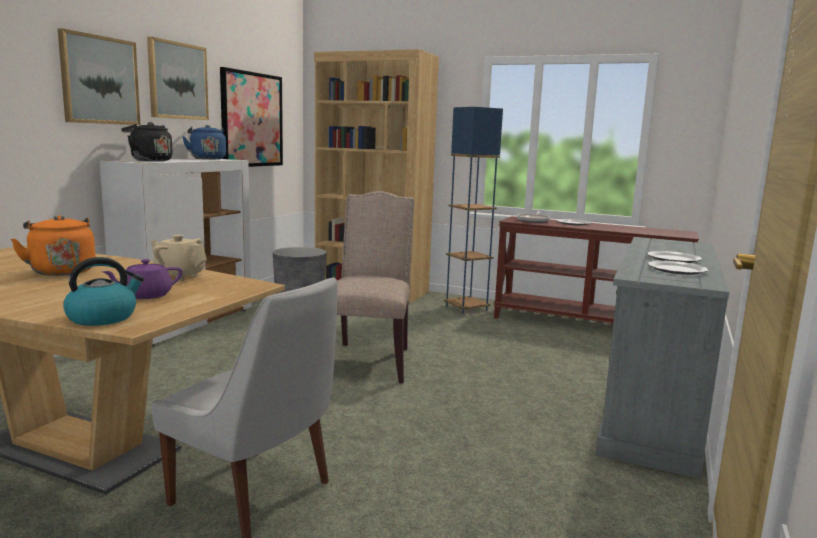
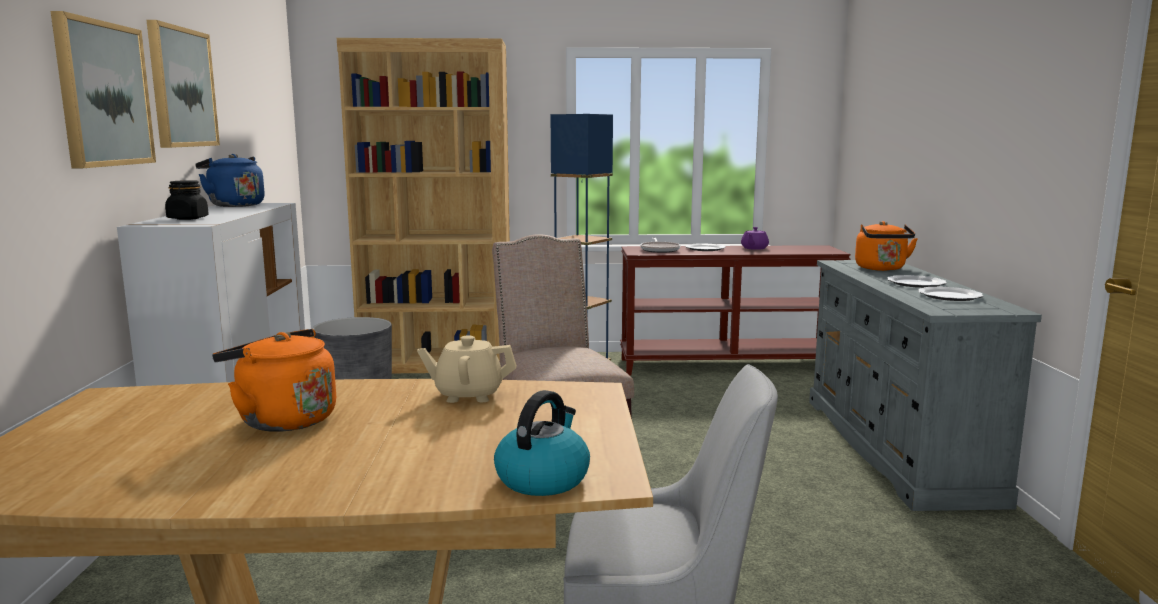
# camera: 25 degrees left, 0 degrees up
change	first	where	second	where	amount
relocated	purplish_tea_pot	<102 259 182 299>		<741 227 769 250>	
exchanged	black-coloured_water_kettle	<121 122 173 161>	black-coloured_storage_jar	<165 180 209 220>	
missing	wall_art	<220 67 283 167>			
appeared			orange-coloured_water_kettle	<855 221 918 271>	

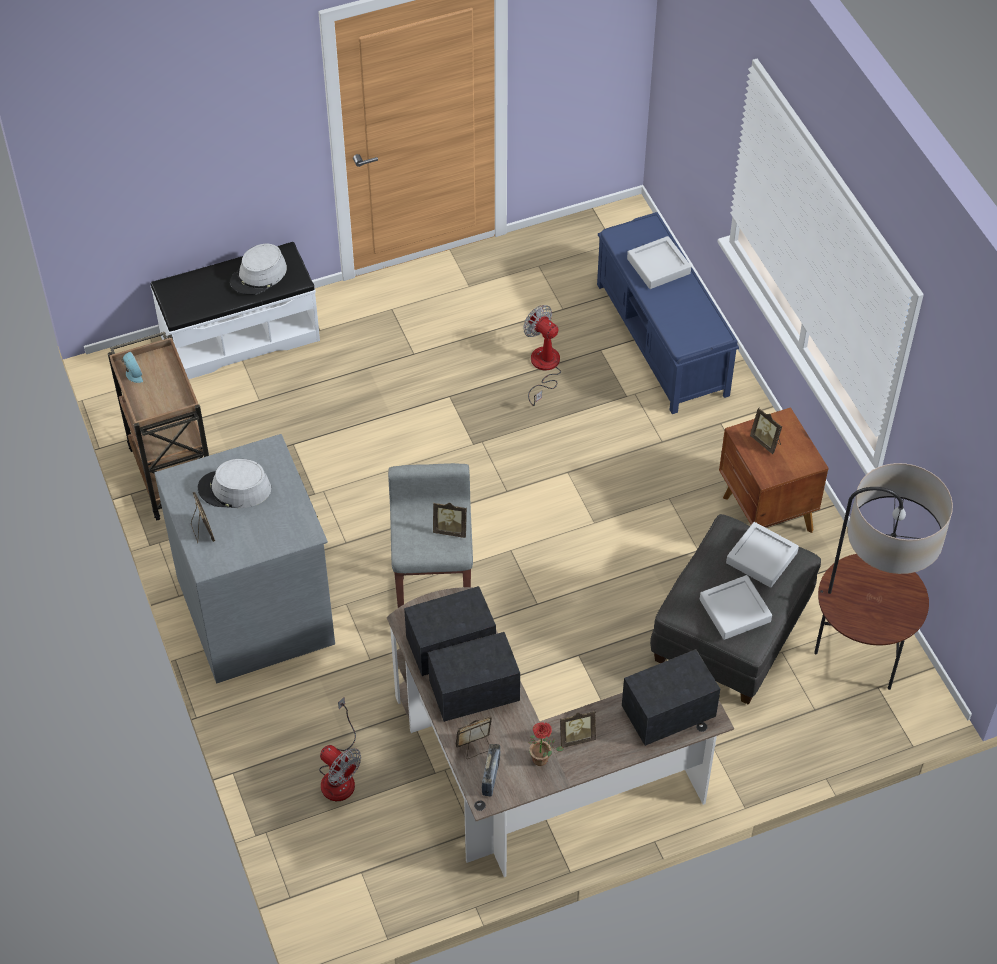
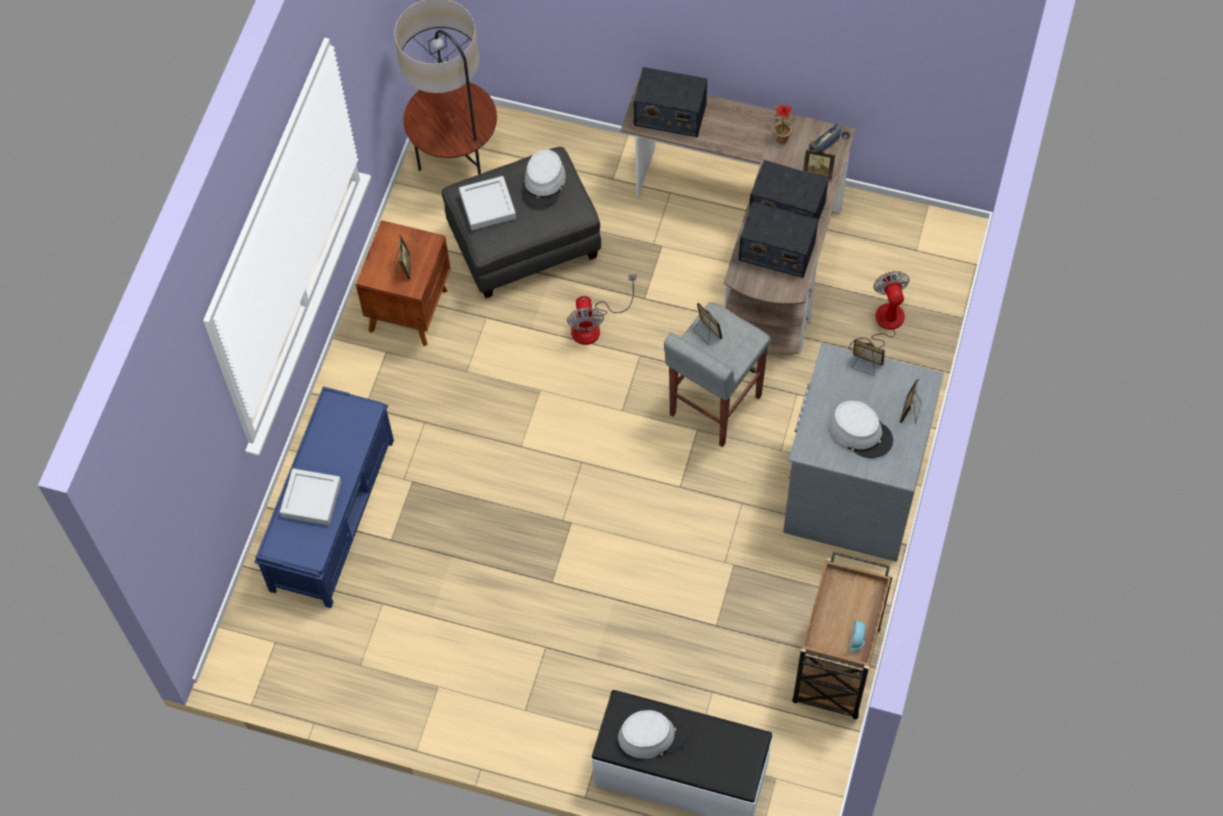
# camera: 140 degrees left, 10 degrees up
change	first	where	second	where	amount
relocated	cooling_fan	<523 305 561 406>		<567 274 636 345>	
relocated	photo_frame	<560 711 596 748>		<852 339 885 376>	
exchanged	gray_serving_tray	<700 575 772 640>	gray_hat	<521 150 566 208>	

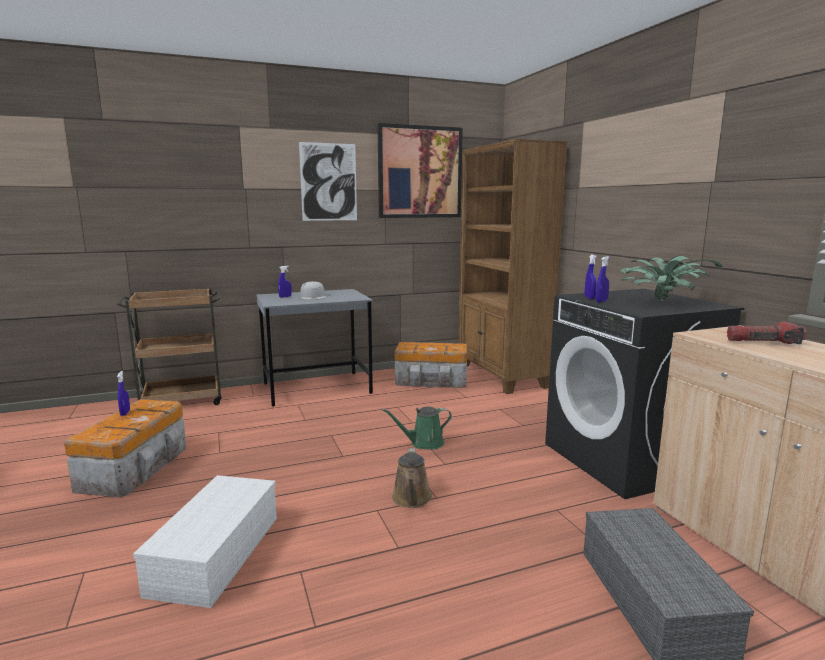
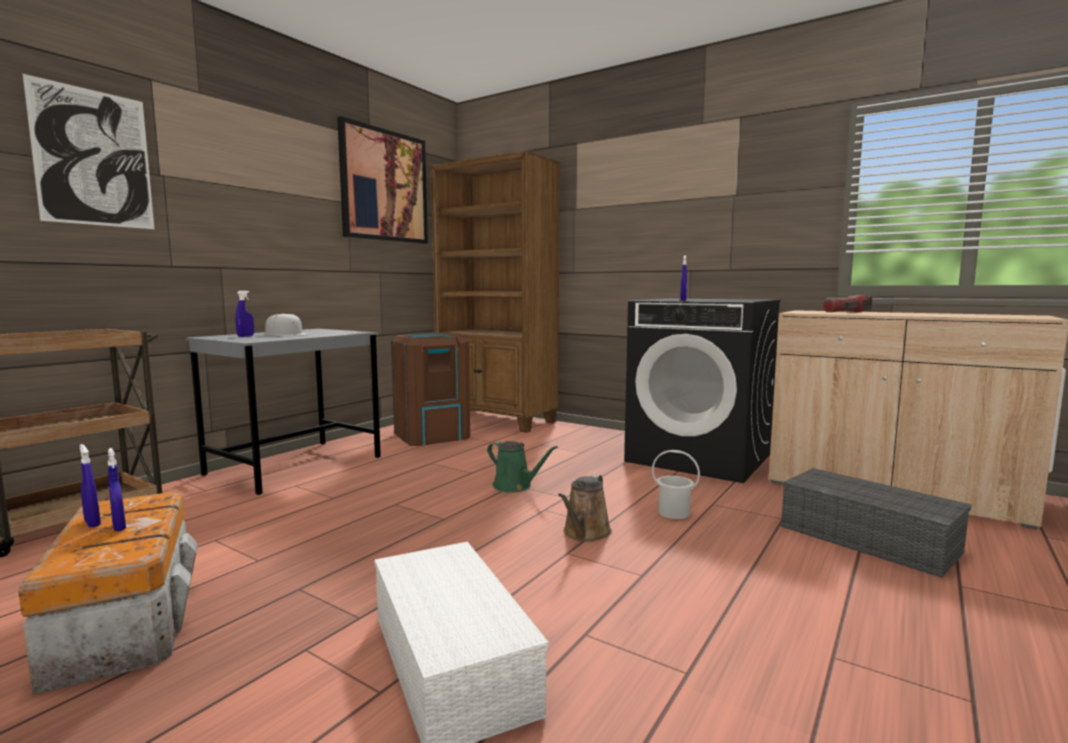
# camera: 35 degrees left, 5 degrees down
change	first	where	second	where	amount
relocated	wall_art	<299 142 357 221>		<23 74 154 229>	
spun	greenish_watering_can	<382 406 452 450>		<487 441 558 493>	90 degrees counterclockwise
spun	brown_watering_can	<392 448 432 508>		<558 474 612 542>	60 degrees clockwise
exchanged	storage_box	<394 342 467 388>	brown_waste_bin	<391 333 470 446>	
relocated	blue_sprayer	<585 255 597 299>		<108 448 126 531>	
missing	plant_in_a_pot	<620 256 723 303>			
appeared			white_pail	<652 450 700 519>	

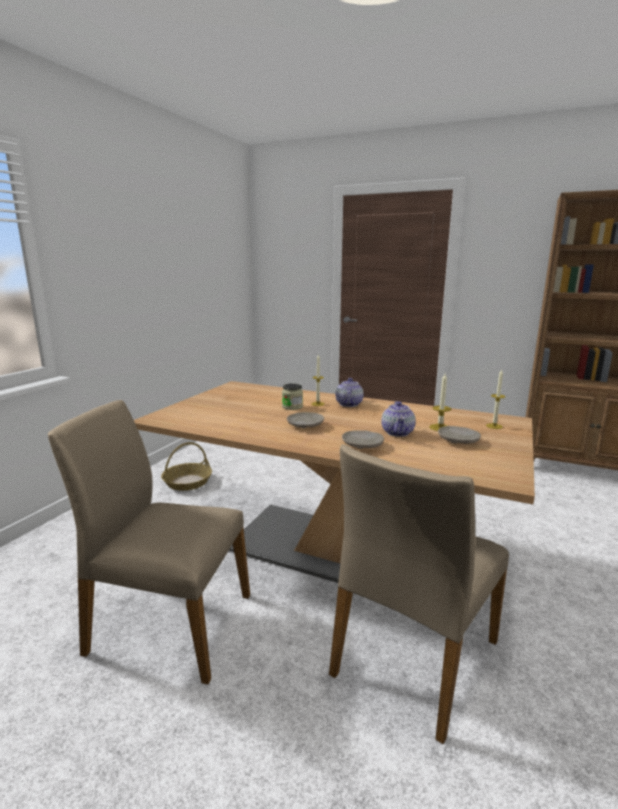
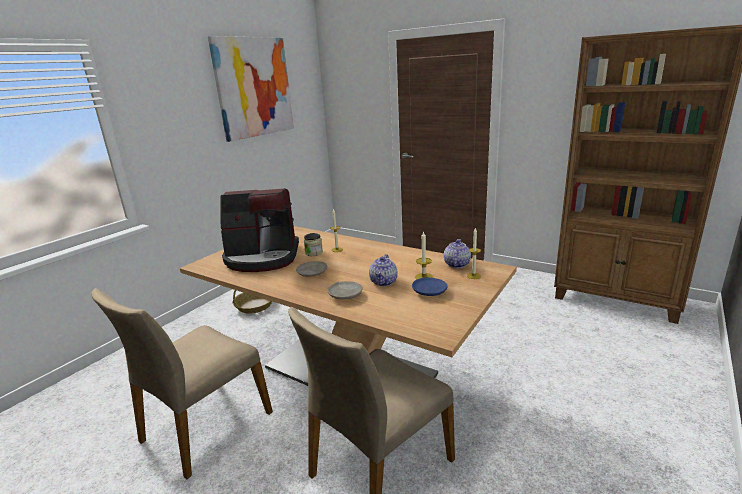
# camera: 10 degrees right, 5 degrees up
change	first	where	second	where	amount
spun	sand-coloured_chair	<48 400 250 685>		<91 288 273 479>	75 degrees counterclockwise
relocated	tea_pot	<336 378 364 407>		<444 239 471 268>	
colour	sand-coloured_flat_dish	<438 426 481 444>	blue_flat_dish	<412 277 448 296>	
appeared			wall_art	<208 36 294 142>	
appeared			coffee_maker	<220 188 299 272>	

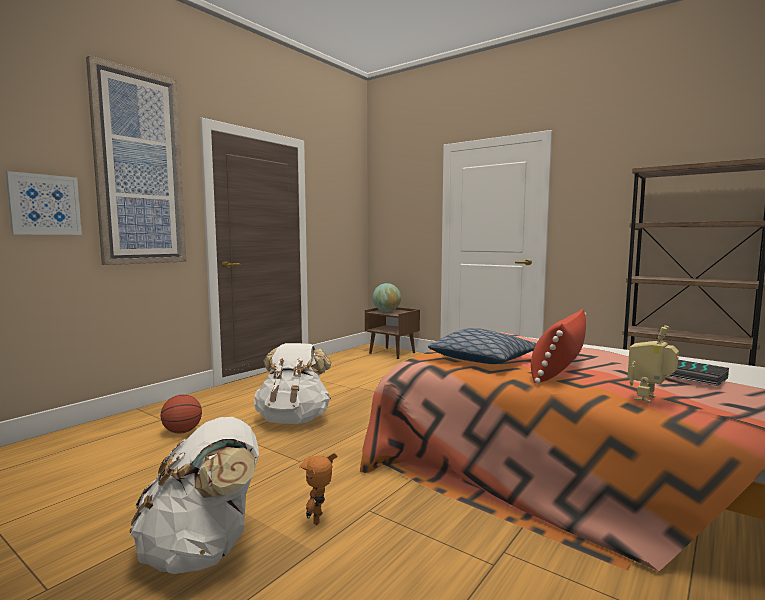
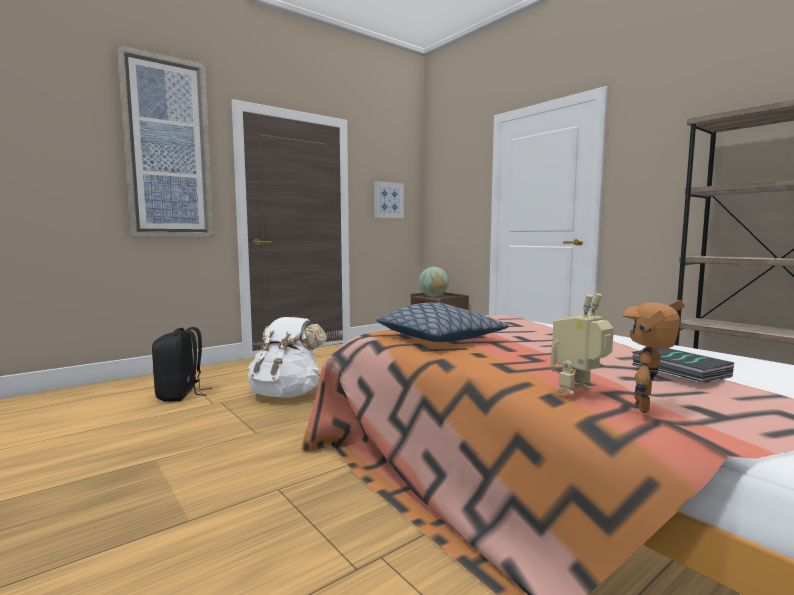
# camera: 15 degrees right, 0 degrees up
change	first	where	second	where	amount
relocated	wall_art	<6 171 82 235>		<374 181 404 218>	
missing	white_knapsack	<129 417 259 574>			
exchanged	basketball	<161 394 202 434>	black-coloured_knapsack	<152 327 211 402>	
relocated	model_robot	<299 453 337 525>		<622 300 685 413>	
missing	red-coloured_cushion	<531 309 586 384>			

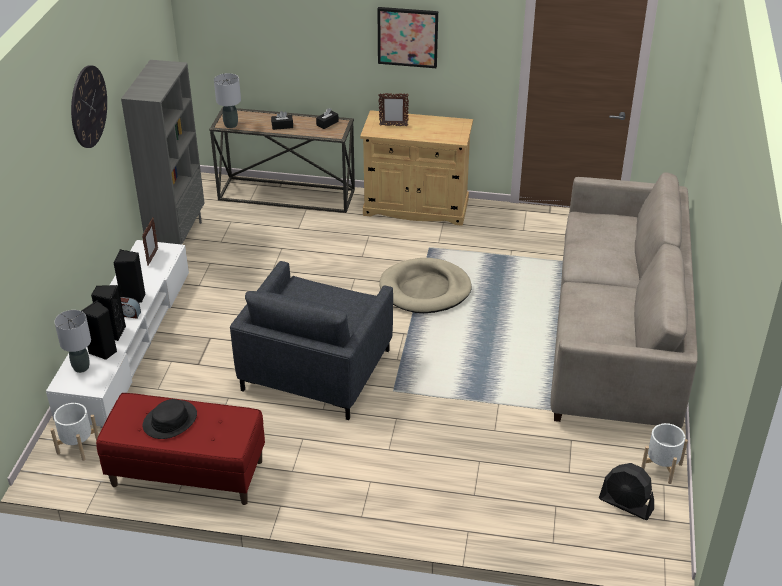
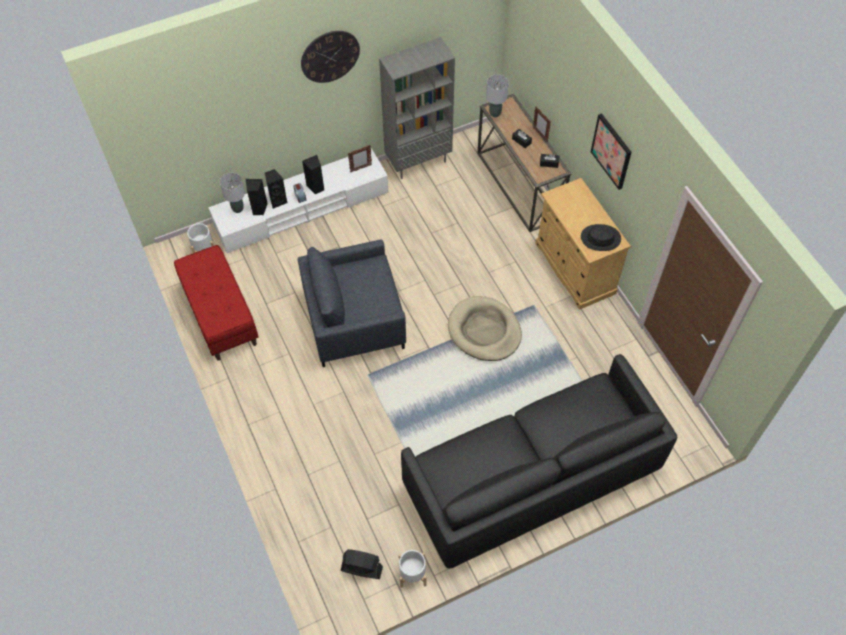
# camera: 55 degrees right, 20 degrees up
change	first	where	second	where	amount
relocated	black-coloured_hat	<142 399 197 439>		<581 224 621 251>	
relocated	photo_frame	<378 93 409 126>		<533 106 551 142>	
colour	sand-coloured_couch	<551 172 698 428>	black-coloured_couch	<401 354 678 569>	
spun	black-coloured_cooling_fan	<599 463 654 520>		<341 549 383 579>	105 degrees clockwise

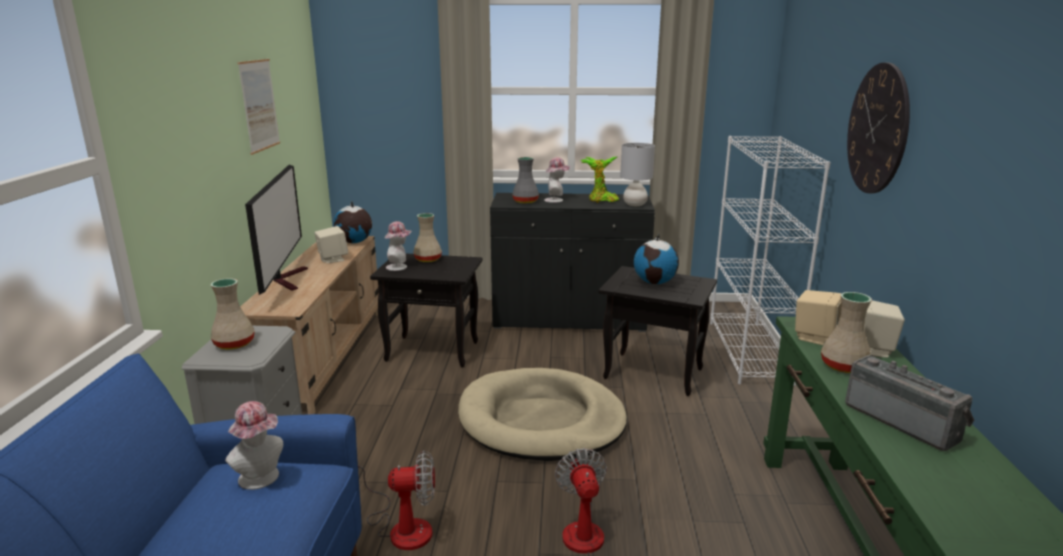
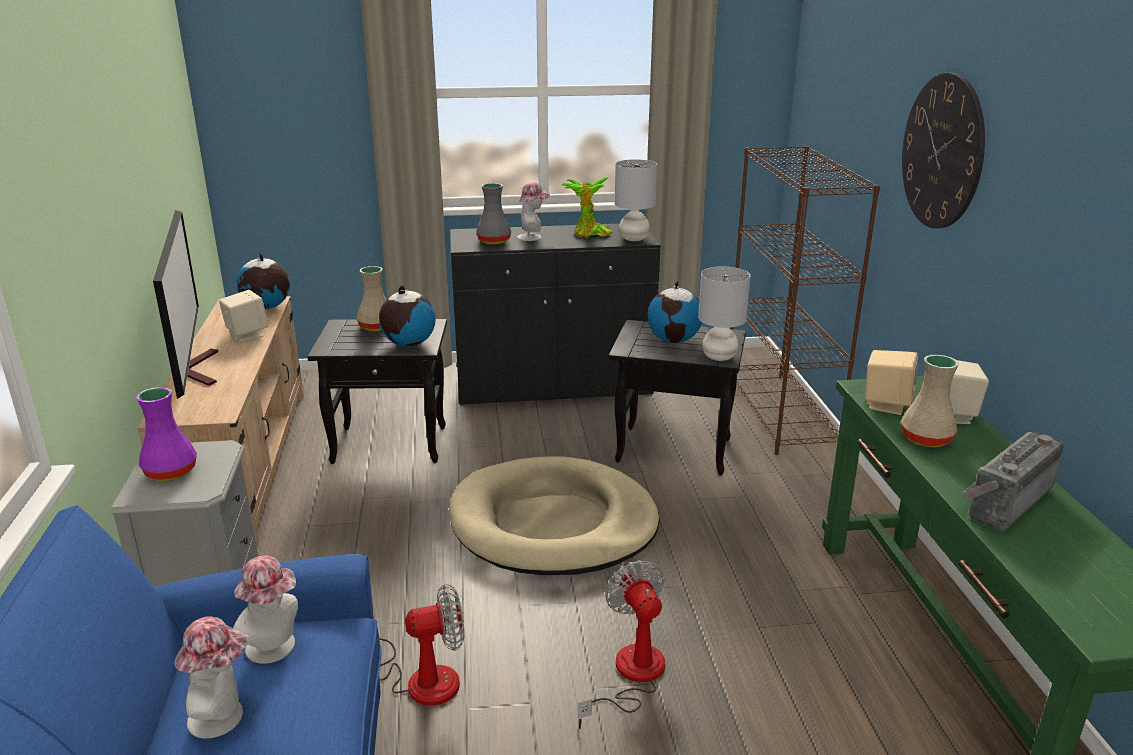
# camera: 10 degrees left, 5 degrees up
change	first	where	second	where	amount
colour	sand-coloured_flower_vase	<211 278 255 350>	purplish_flower_vase	<136 387 197 481>	
missing	wall_art	<237 59 280 155>			
relocated	hat	<384 221 412 271>		<174 616 249 739>	
colour	white_bookshelf	<710 136 831 386>	brown_bookshelf	<730 146 880 455>	
spun	radio_set	<845 355 974 451>		<962 431 1064 531>	90 degrees counterclockwise
appeared			desk_globe	<379 286 436 347>	
appeared			gray_lamp_for_a_table	<698 266 750 361>	

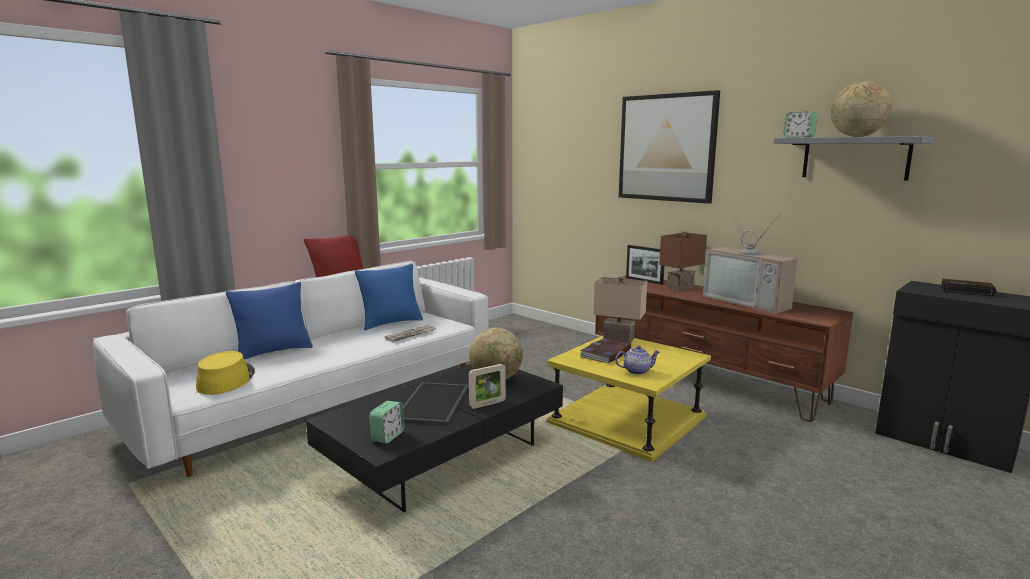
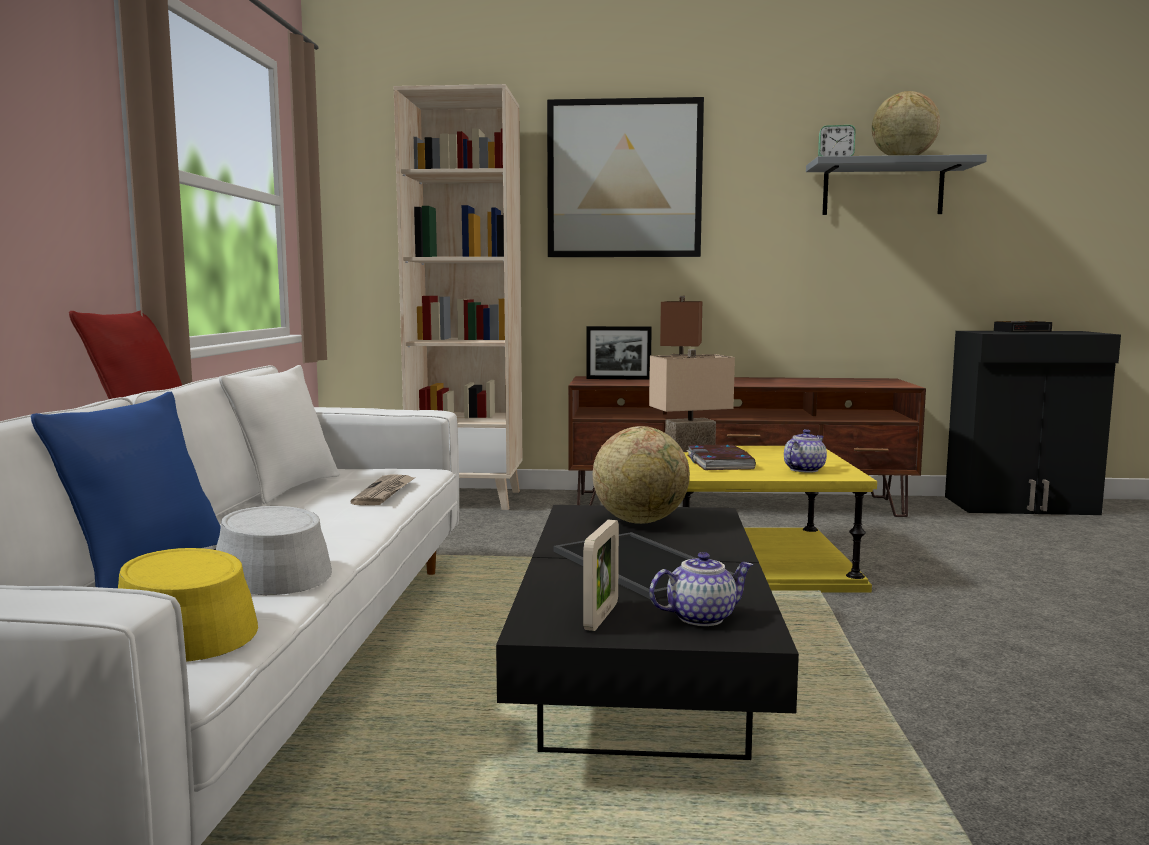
# camera: 40 degrees left, 5 degrees down
change	first	where	second	where	amount
colour	blue_cushion	<355 264 423 330>	white_cushion	<219 365 340 504>	
exchanged	bedside_clock	<369 401 405 443>	tea_pot	<649 552 753 626>	
relocated	photo_frame	<469 364 506 409>		<583 520 619 631>	
missing	TV_set	<703 209 798 313>			
appeared			gray_hat	<214 506 332 595>	
appeared			sand-coloured_bookshelf	<394 84 522 510>	

